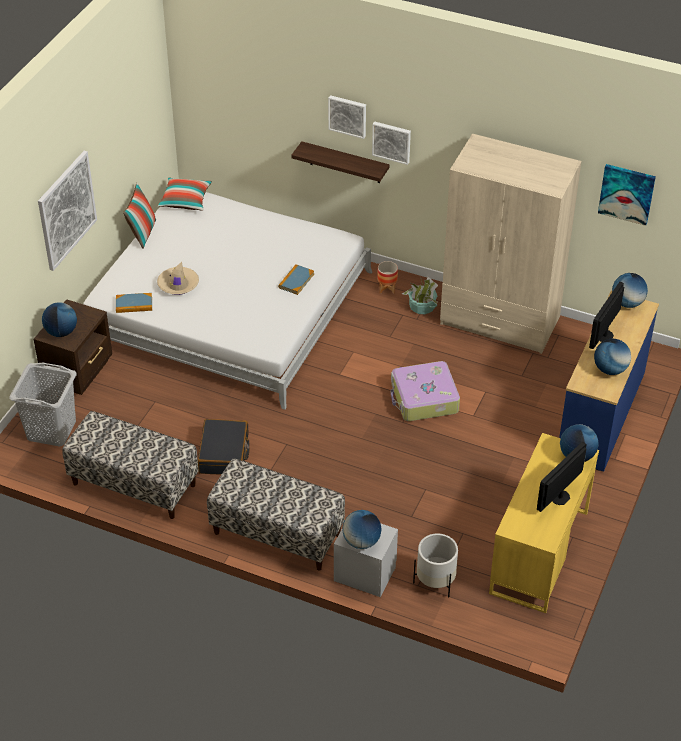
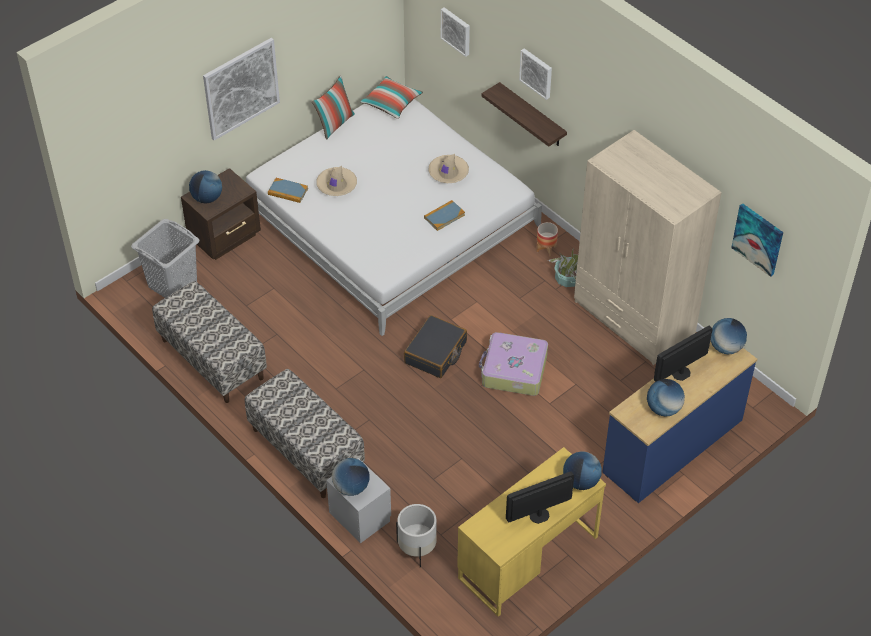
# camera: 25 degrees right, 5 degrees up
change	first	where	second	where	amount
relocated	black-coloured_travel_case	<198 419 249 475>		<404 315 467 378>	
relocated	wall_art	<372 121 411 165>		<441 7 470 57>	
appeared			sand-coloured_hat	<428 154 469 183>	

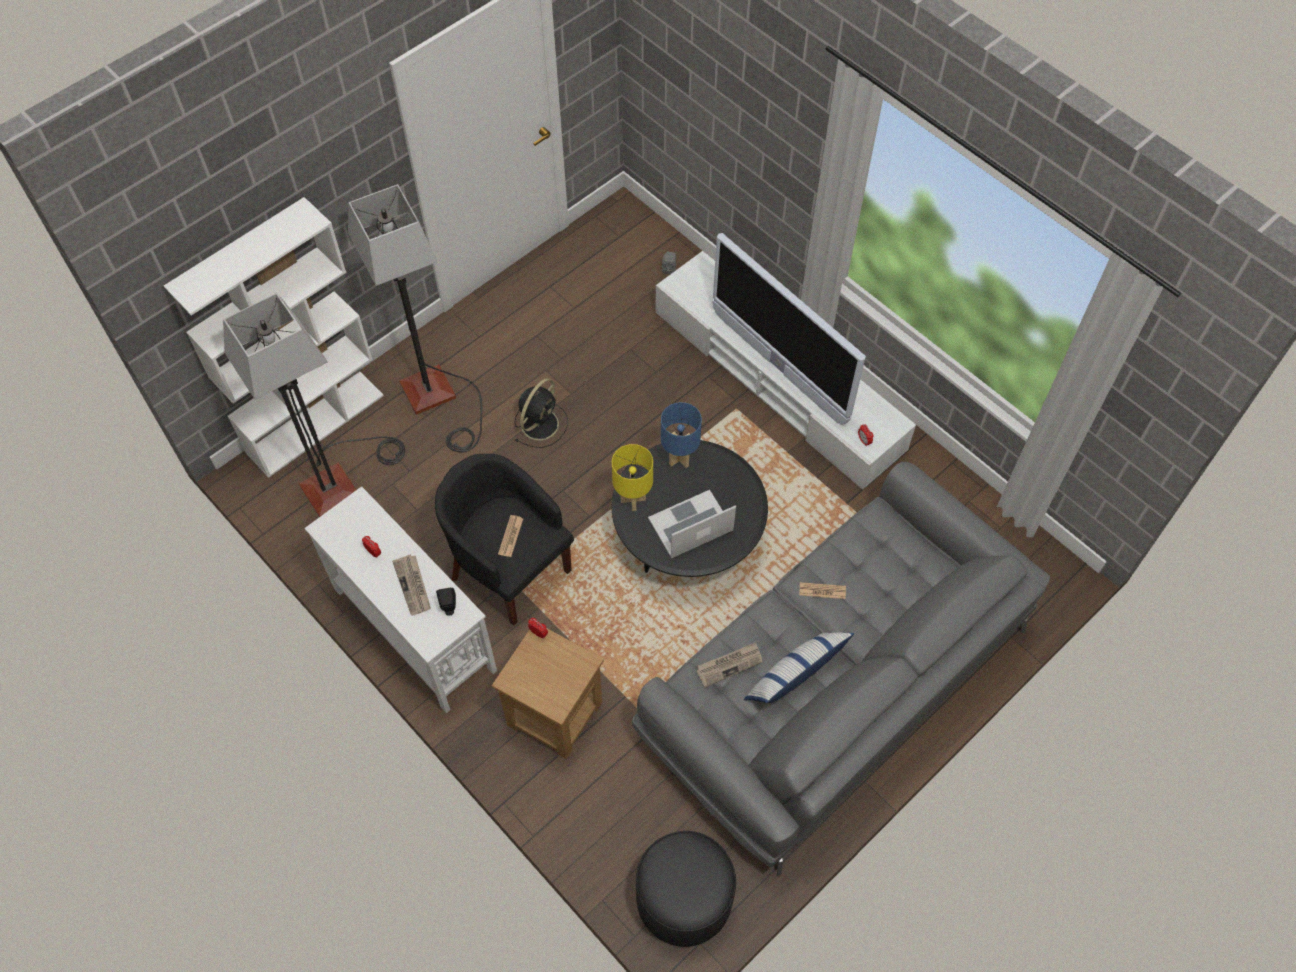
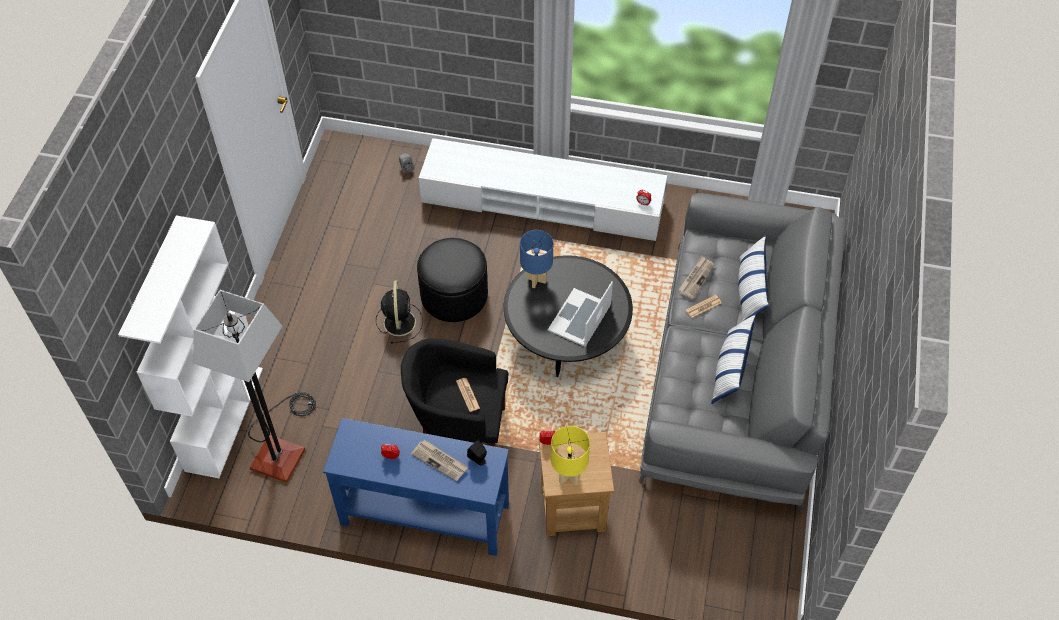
# camera: 35 degrees left, 5 degrees down
change	first	where	second	where	amount
colour	white_hall_table	<305 486 497 713>	blue_hall_table	<323 418 509 556>	
missing	standing_lamp	<348 184 482 452>			
relocated	yellow-coloured_lamp_for_a_table	<612 444 653 511>		<551 426 590 485>	
relocated	black-coloured_pouffe	<636 831 736 947>		<417 238 488 322>	
relocated	newspaper	<697 642 762 688>		<678 256 714 299>	
missing	TV_set	<712 233 866 424>			
appeared			cushion	<738 235 769 322>	

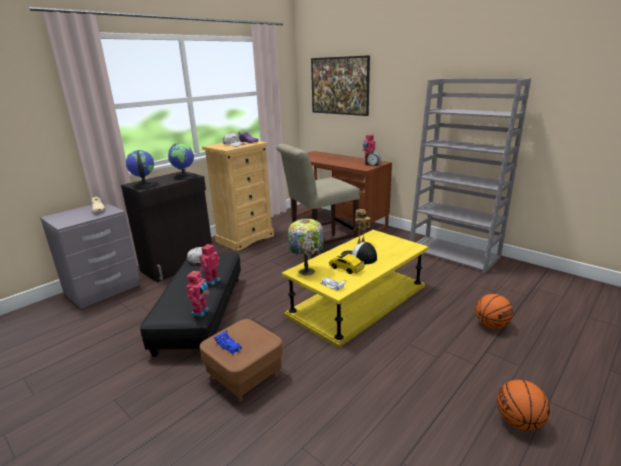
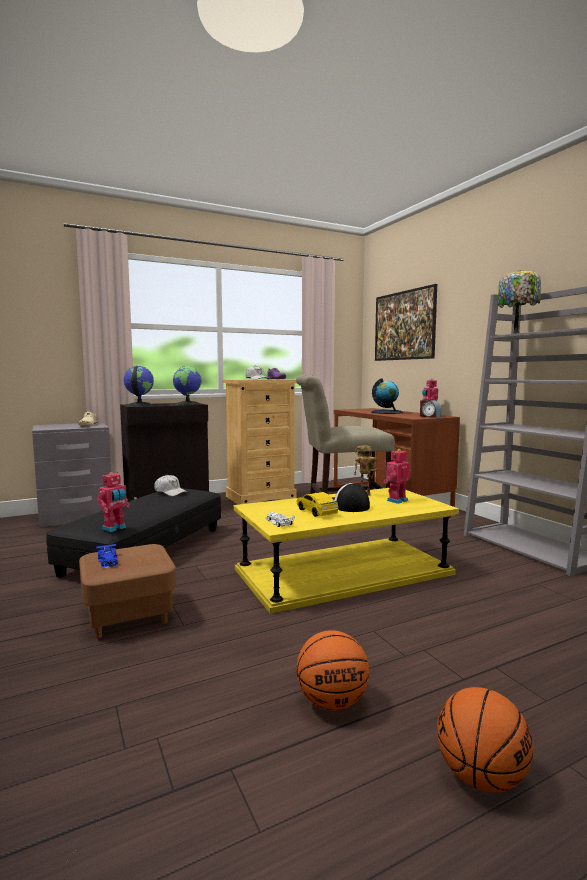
# camera: 20 degrees right, 15 degrees down
change	first	where	second	where	amount
relocated	model_robot	<199 243 221 285>		<384 449 411 504>	
relocated	lamp_for_a_table	<288 219 324 276>		<498 270 541 334>	
relocated	basketball	<475 294 513 329>		<296 630 369 711>	
appeared			desk_globe	<371 378 403 414>	

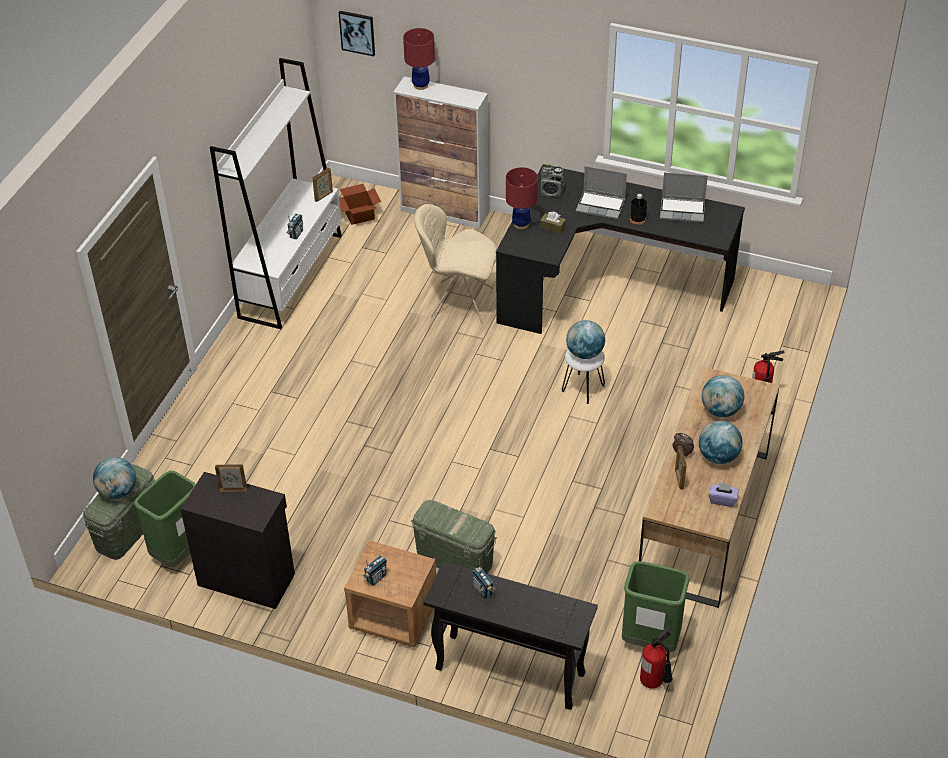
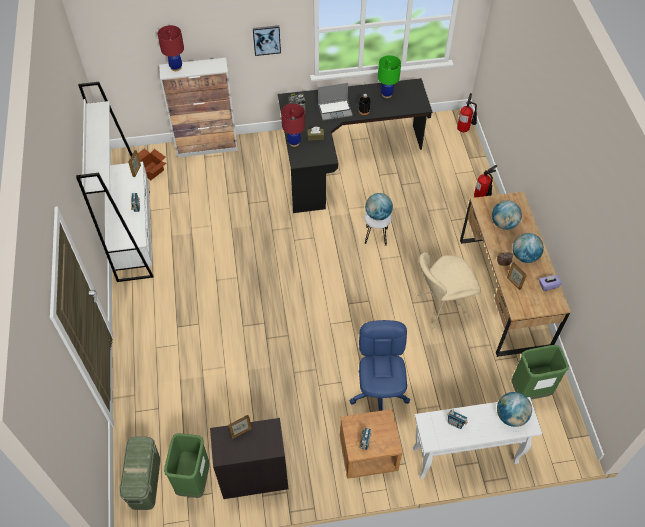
# camera: 30 degrees left, 10 degrees up
change	first	where	second	where	amount
relocated	desk_globe	<93 457 136 499>		<497 392 532 427>	
relocated	wall_art	<339 11 375 56>		<253 25 281 56>	
exchanged	greenish_storage_box	<411 500 497 574>	blue_desk_chair	<349 320 410 411>	
relocated	sand-coloured_chair	<414 204 497 324>		<417 252 481 329>	
colour	black-coloured_hall_table	<423 561 598 710>	white_hall_table	<413 397 542 479>	
relocated	extinguisher	<640 625 672 689>		<457 93 477 132>	
exchanged	laptop	<660 172 708 223>	greenish_lamp_for_a_table	<378 55 401 98>	

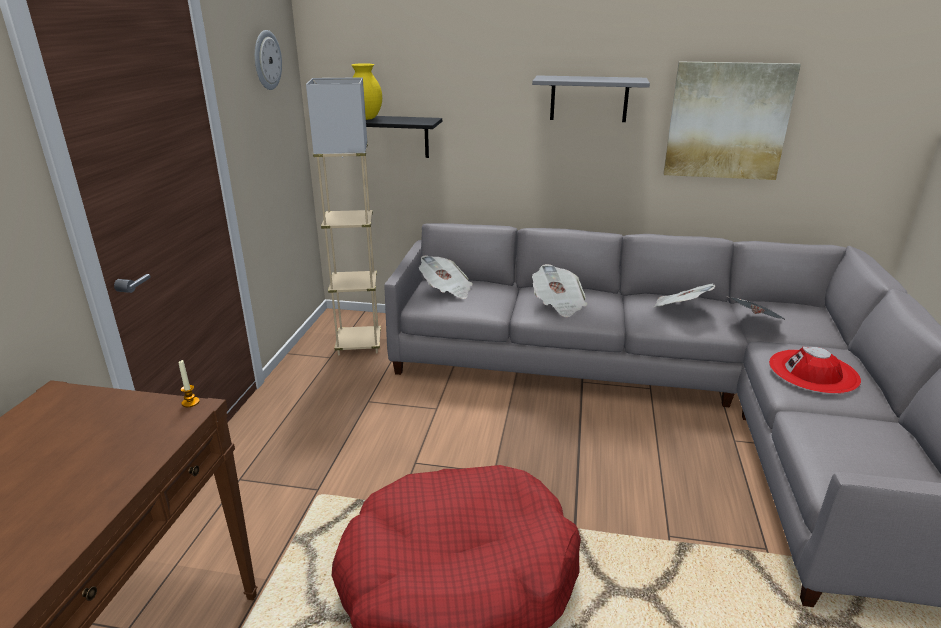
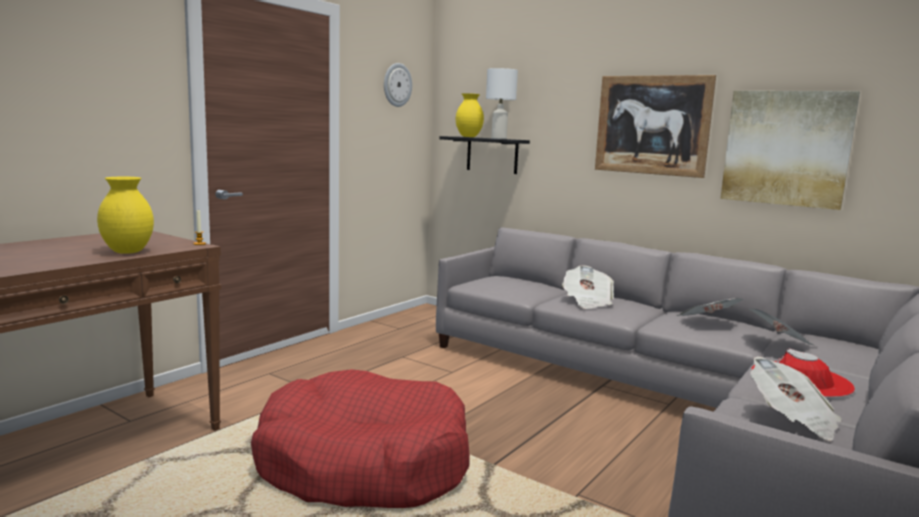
# camera: 25 degrees right, 15 degrees down
change	first	where	second	where	amount
missing	sand-coloured_standing_lamp	<306 77 381 355>			
relocated	newspaper	<419 255 472 299>		<750 356 841 441>	
exchanged	gray_shelf	<532 75 650 122>	wall_art	<595 75 716 178>	
appeared			yellow-coloured_flower_vase	<97 177 154 254>	
appeared			white_lamp_for_a_table	<486 68 518 139>	

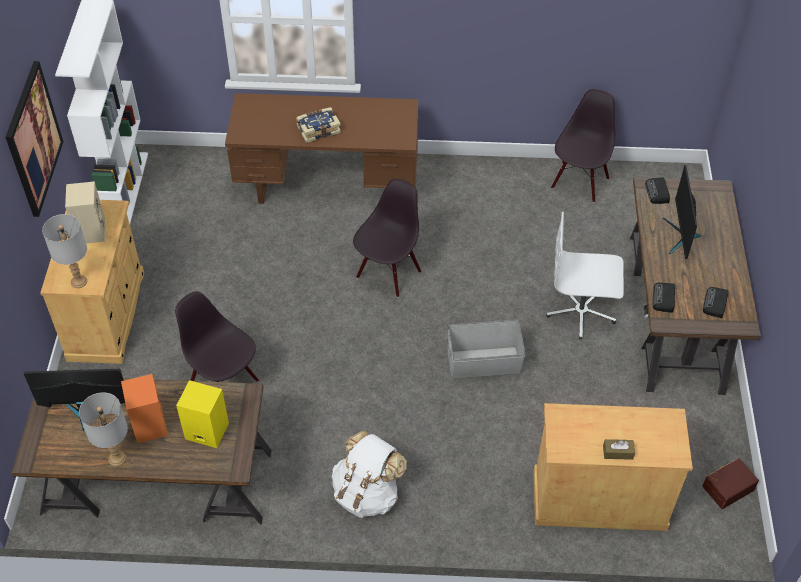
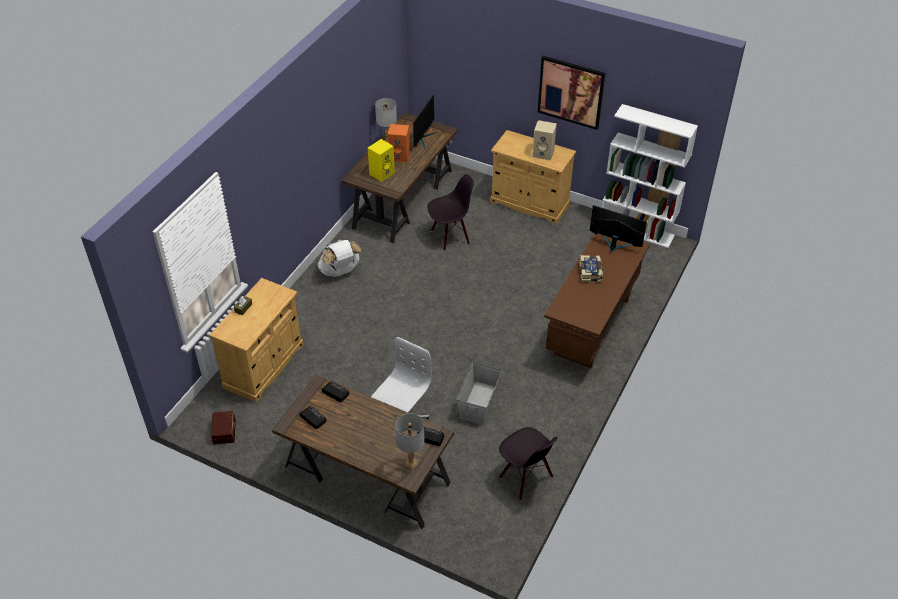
# camera: 115 degrees right, 5 degrees down
change	first	where	second	where	amount
relocated	gray_lamp_for_a_table	<42 214 87 288>		<395 413 425 469>	
missing	black-coloured_chair	<353 179 421 297>			
relocated	gray_storage_box	<448 319 526 379>		<456 362 502 425>	
relocated	computer_screen	<663 165 701 259>		<590 205 647 254>	

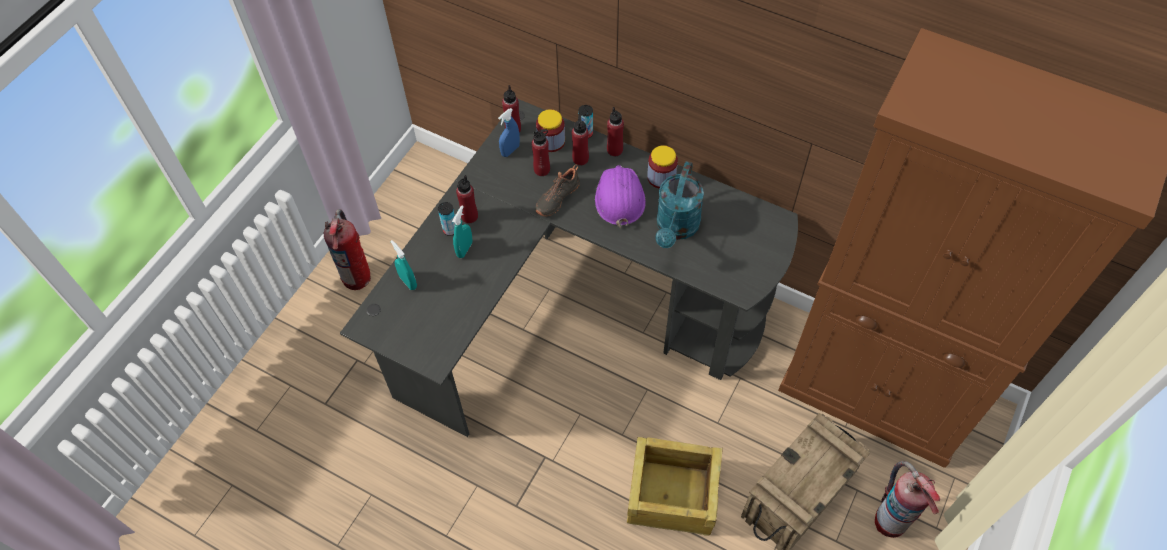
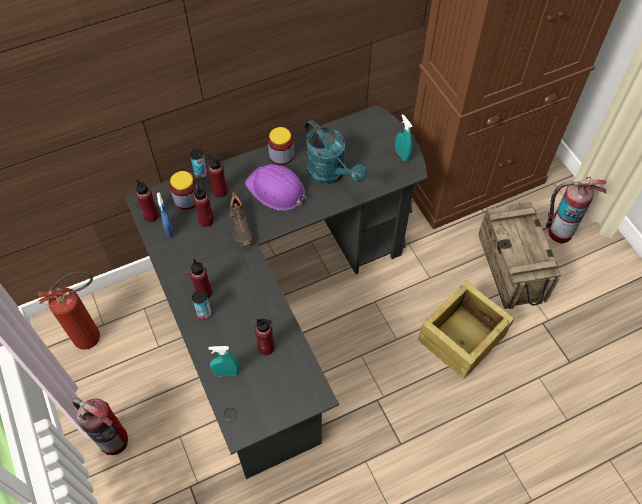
# camera: 55 degrees left, 0 degrees up
change	first	where	second	where	amount
relocated	turquoise_sprayer	<452 206 472 258>		<395 114 412 161>	
relocated	red-coloured_drink_bottle	<607 107 624 156>		<255 319 275 355>	
appeared			extinguisher	<38 271 100 350>	

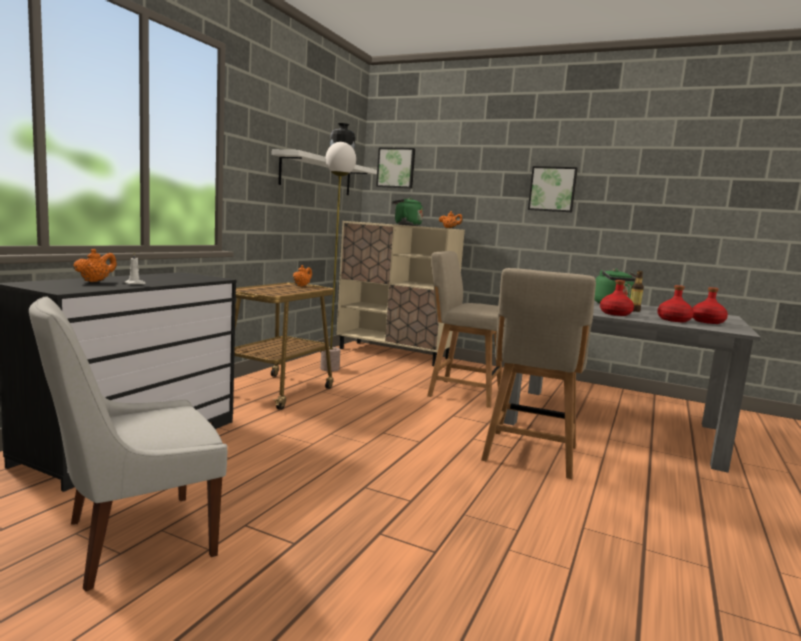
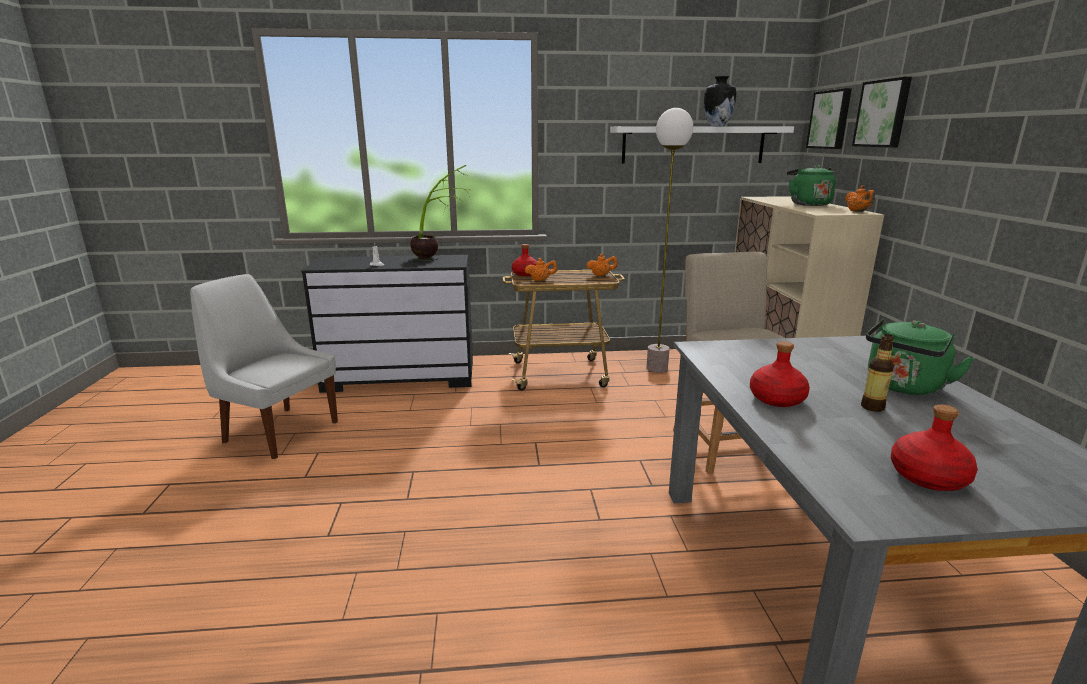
# camera: 60 degrees right, 10 degrees up
change	first	where	second	where	amount
relocated	orange-coloured_tea_pot	<73 249 117 282>		<525 258 557 281>	
missing	sand-coloured_chair	<481 268 596 479>			
relocated	wall_art	<528 166 578 212>		<852 77 912 148>	
relocated	red-coloured_drink_bottle	<657 285 694 322>		<512 244 537 276>	
appeared			plant_in_a_pot	<410 165 470 261>	

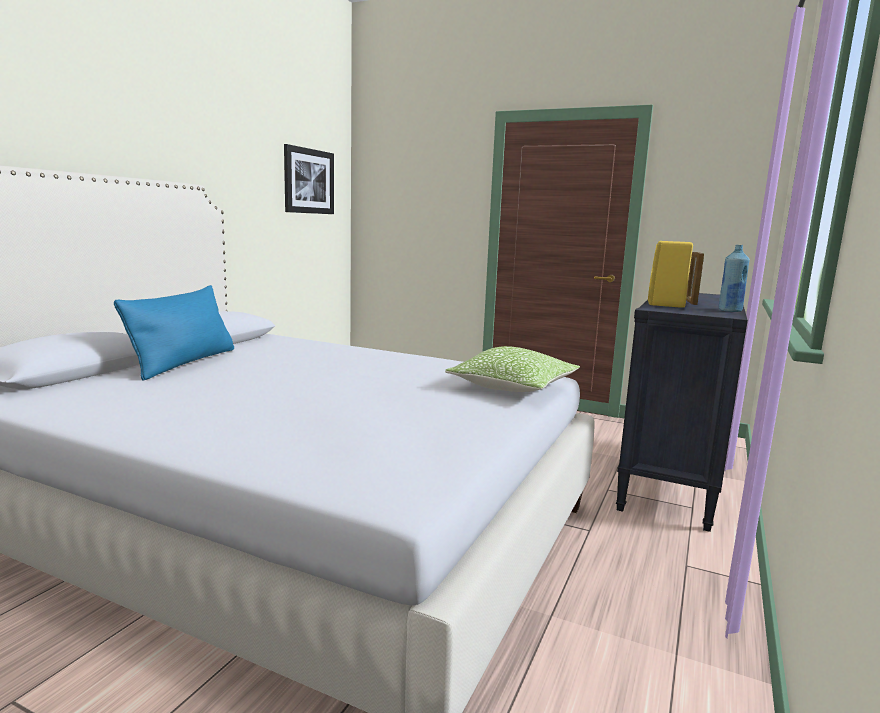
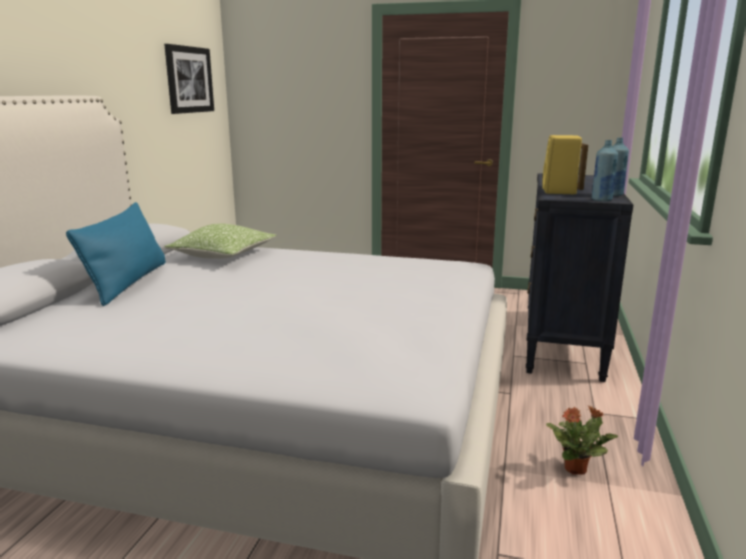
# camera: 10 degrees left, 5 degrees up
change	first	where	second	where	amount
relocated	cushion	<445 346 580 392>		<164 224 276 259>	
appeared			plant_in_a_pot	<546 405 618 475>	
appeared			blue_drink_bottle	<592 140 618 201>	

